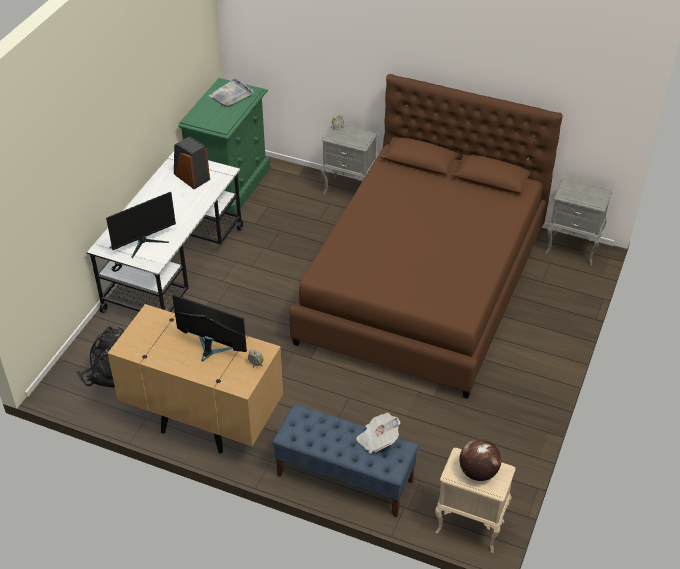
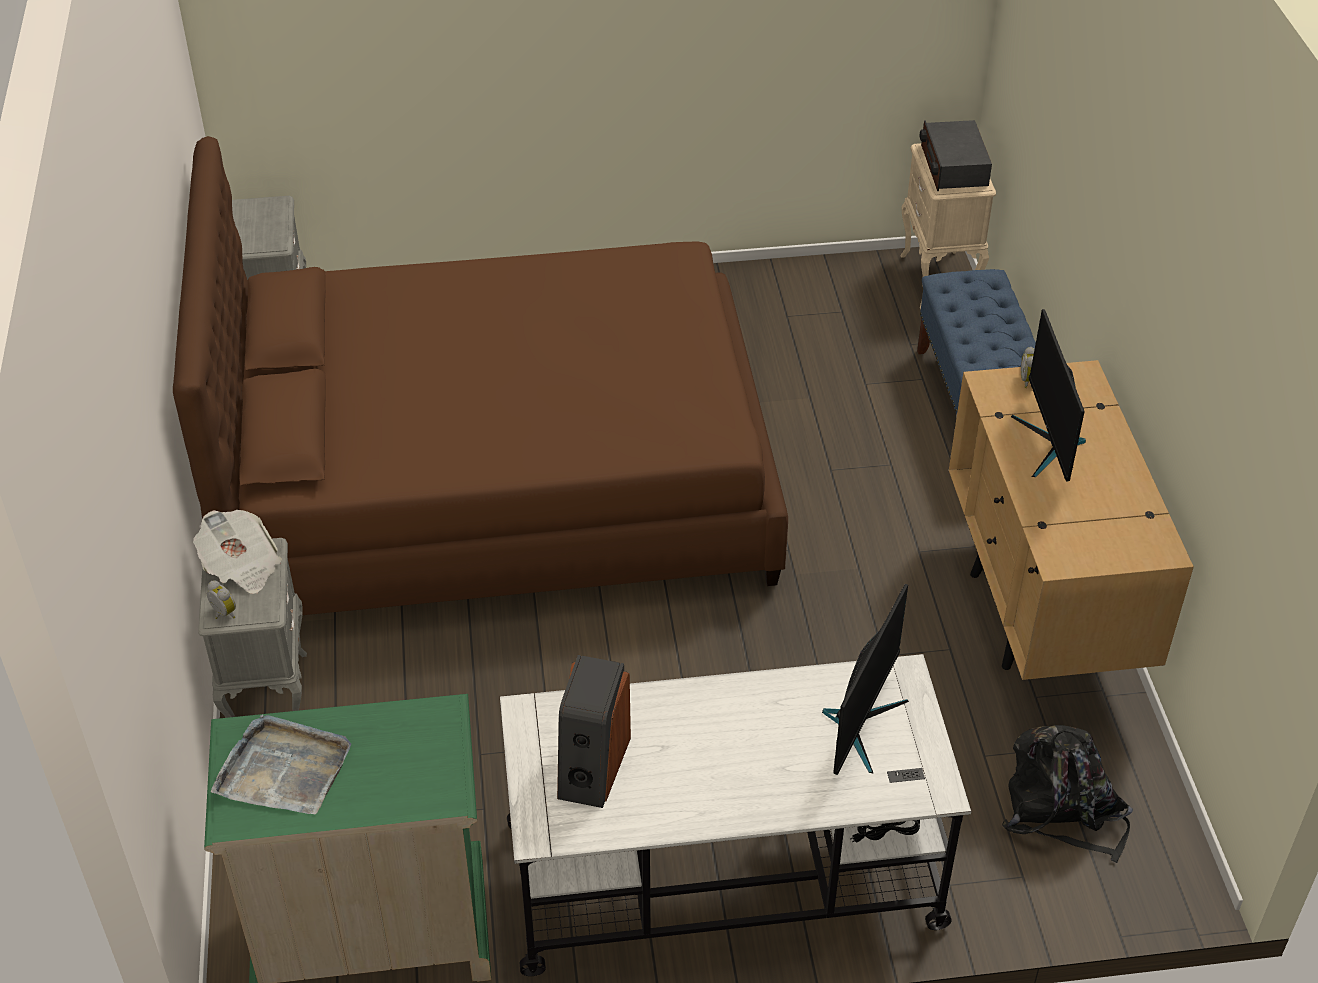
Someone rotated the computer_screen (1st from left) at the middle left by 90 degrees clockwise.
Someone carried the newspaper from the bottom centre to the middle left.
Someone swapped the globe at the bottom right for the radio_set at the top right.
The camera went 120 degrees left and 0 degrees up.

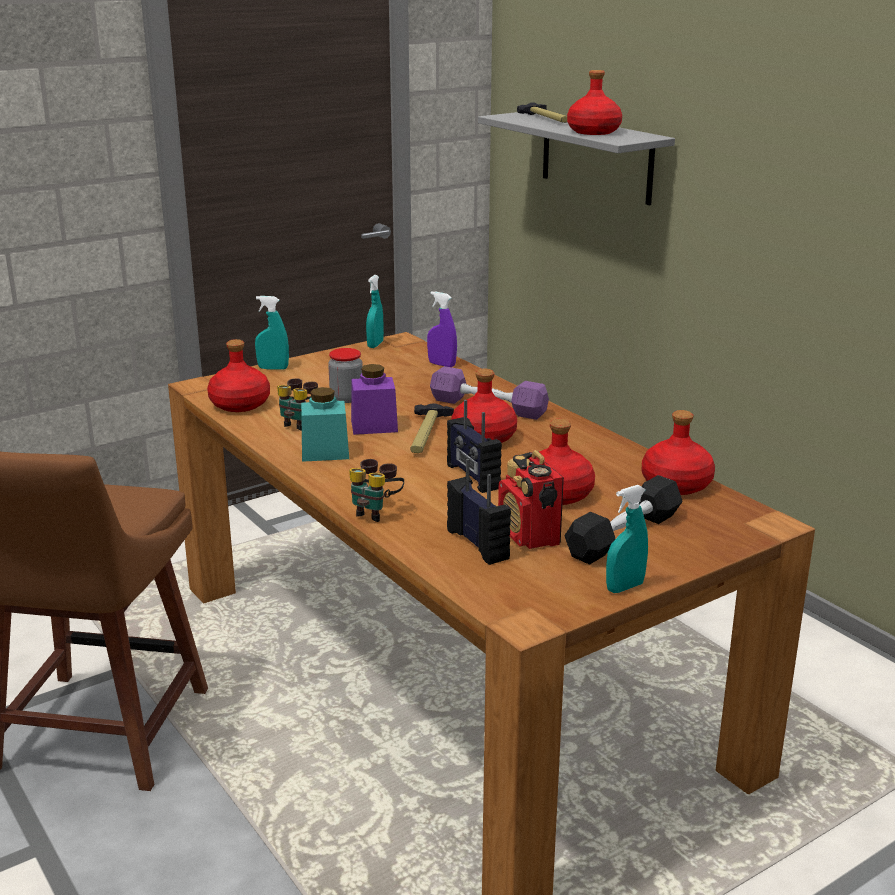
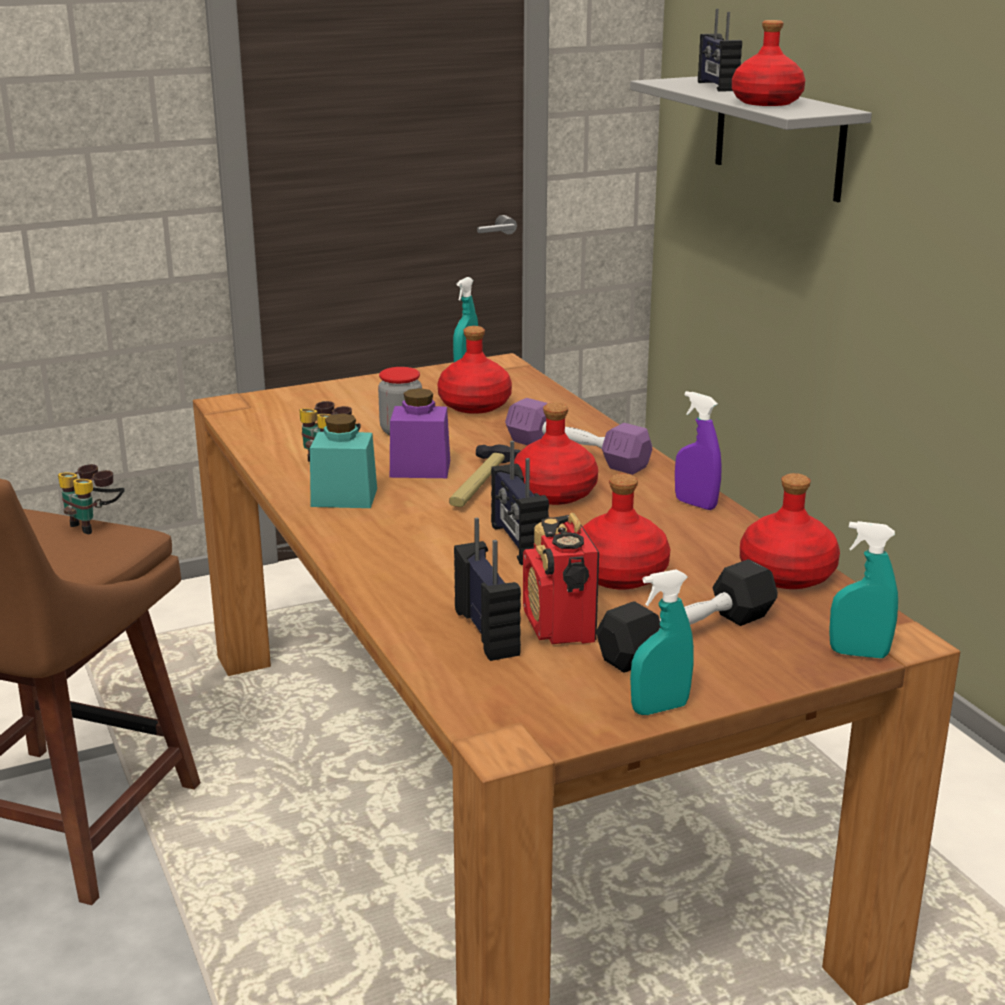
Someone swapped the hand_hammer (2nd from left) at the top centre for the radio_set (4th from left) at the top right.
Someone carried the purple-coloured_sprayer from the centre to the middle right.
Someone carried the blue-green_sprayer (1st from left in the first image) from the middle left to the middle right.
Someone carried the red-coloured_drink_bottle (1st from left) from the middle left to the centre.
Someone carried the pair_of_binoculars (2nd from left in the first image) from the centre to the middle left.
The camera went 10 degrees right and 0 degrees up.

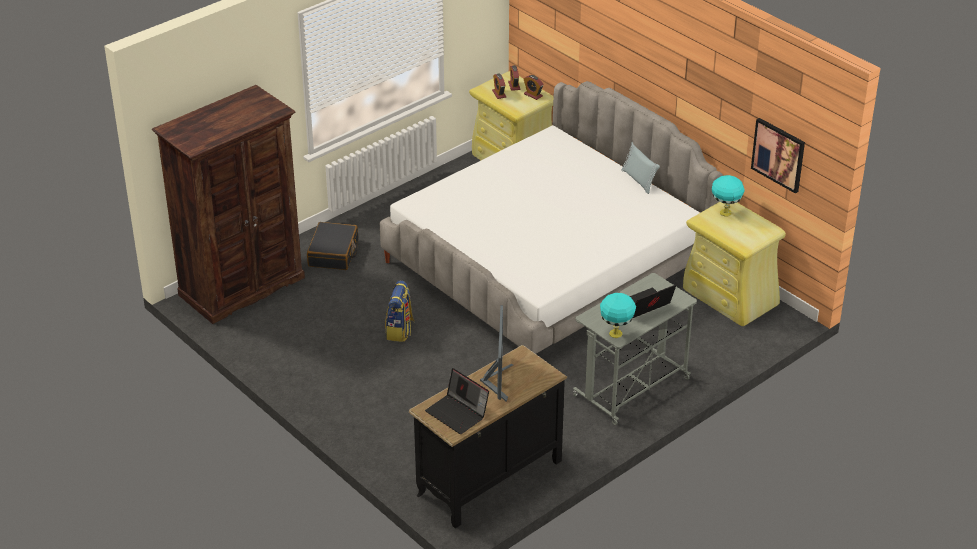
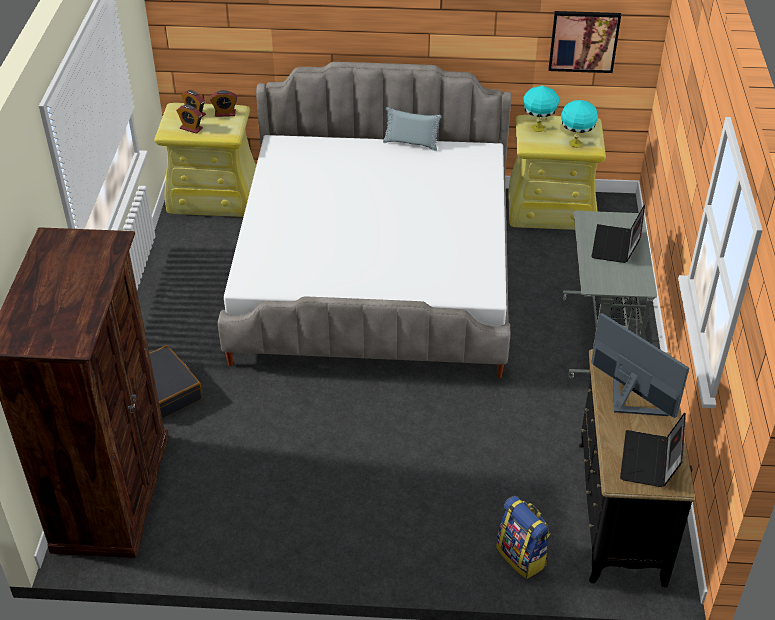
Someone carried the backpack from the centre to the bottom right.
Someone carried the blue-green_lamp_for_a_table (1st from left in the first image) from the centre to the top right.
Someone rotated the laptop (1st from left in the first image) at the bottom centre by 105 degrees clockwise.
The camera went 45 degrees left and 5 degrees up.

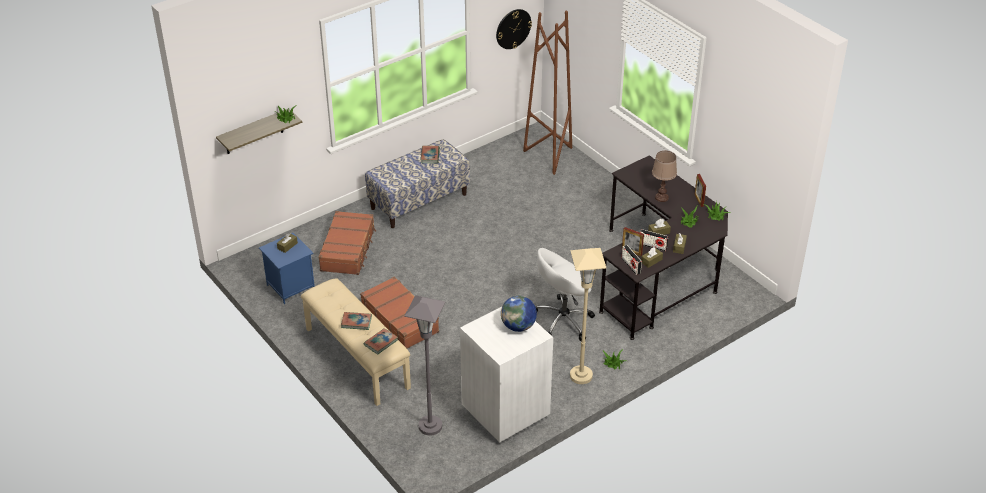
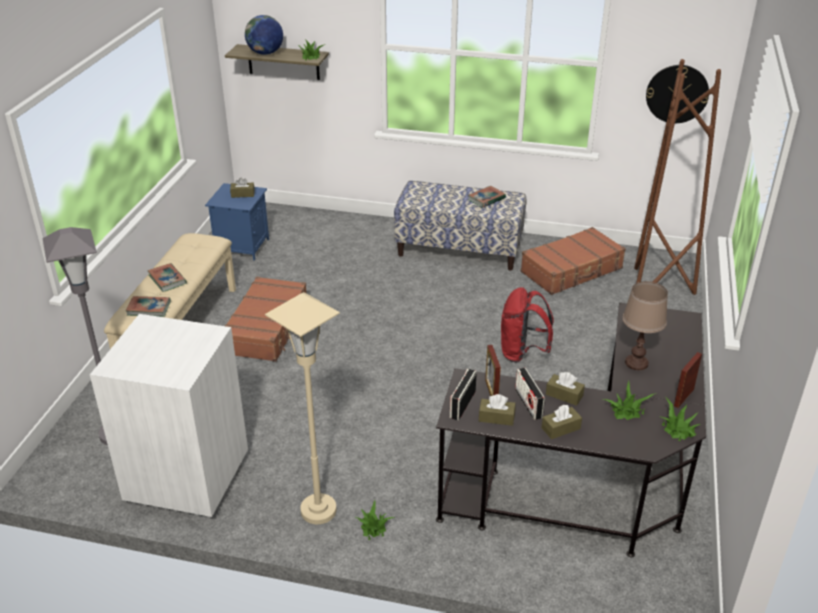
Someone carried the brown-coloured_travel_case (1st from left in the first image) from the centre to the middle right.
Someone took away the white_office_chair at the centre.
Someone carried the globe from the centre to the top left.
Someone put down the red-coloured_backpack at the centre.
The camera went 50 degrees right and 5 degrees down.

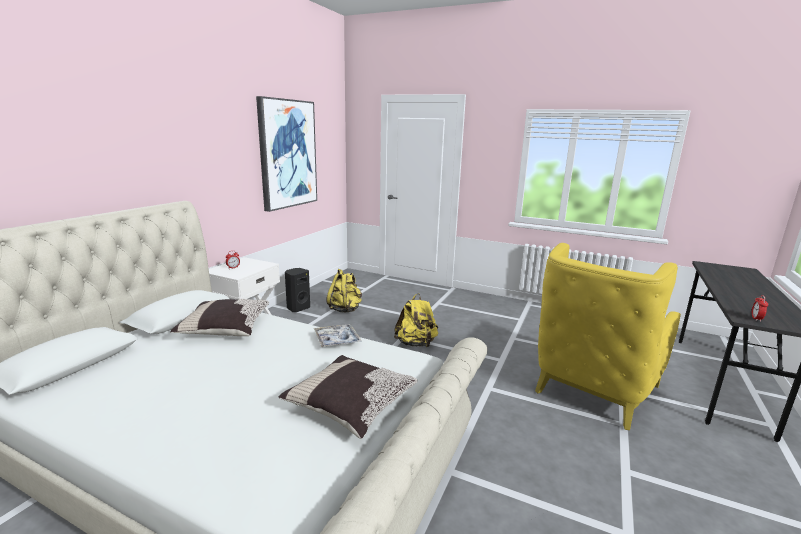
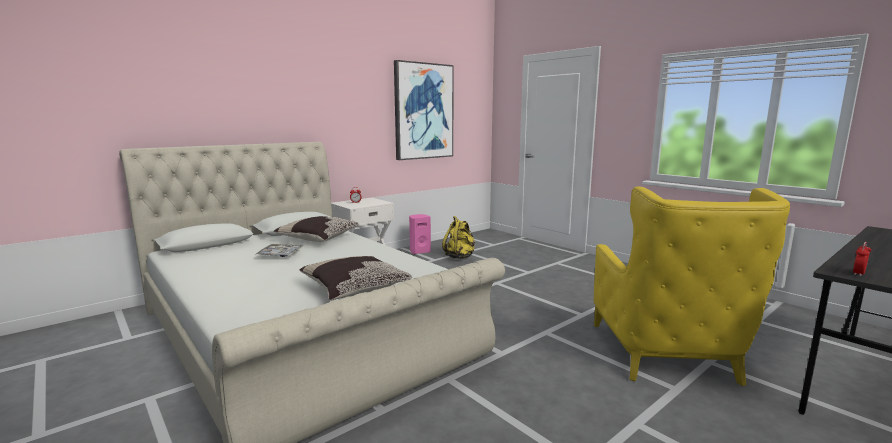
Someone rotated the yellow-coloured_easy_chair at the middle right by 60 degrees counterclockwise.
Someone repainted the blackish_loudspeaker at the centre, which became the pinkish_loudspeaker at the centre.
Someone took away the yellow-coloured_backpack (2nd from left) at the centre.
Someone carried the serving_tray from the centre to the middle left.
The camera went 25 degrees right and 5 degrees down.

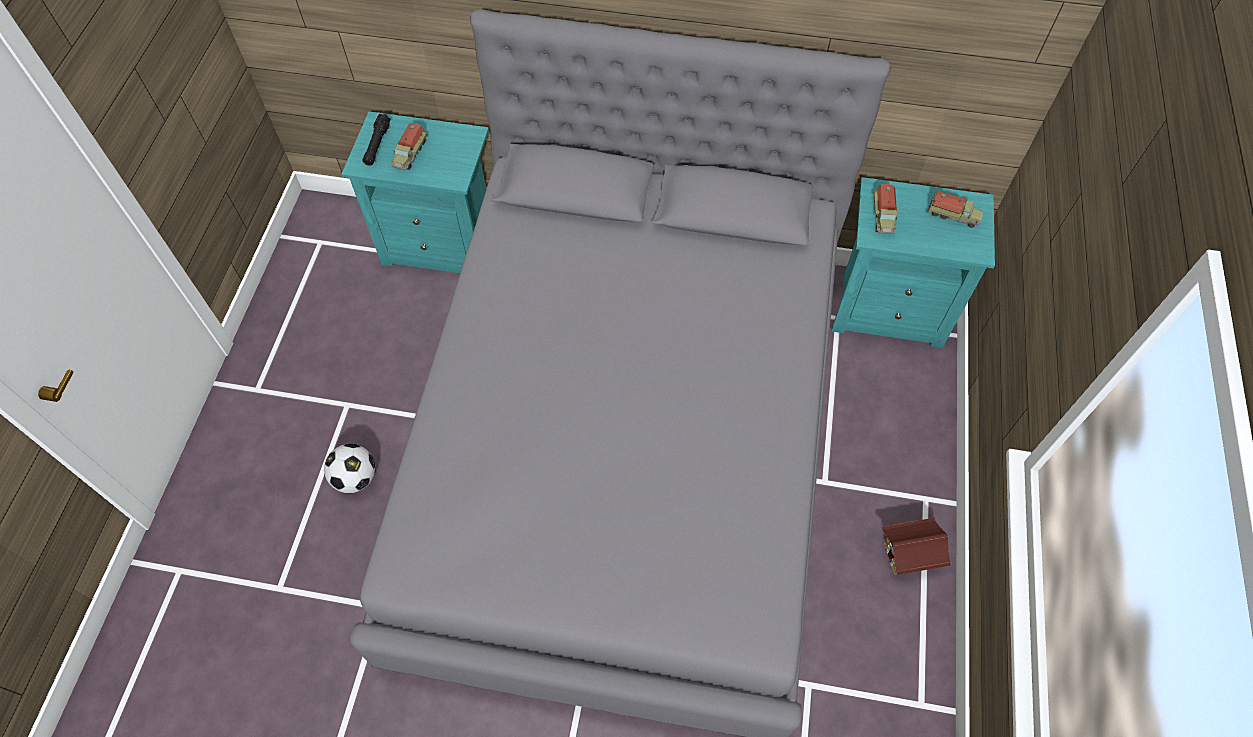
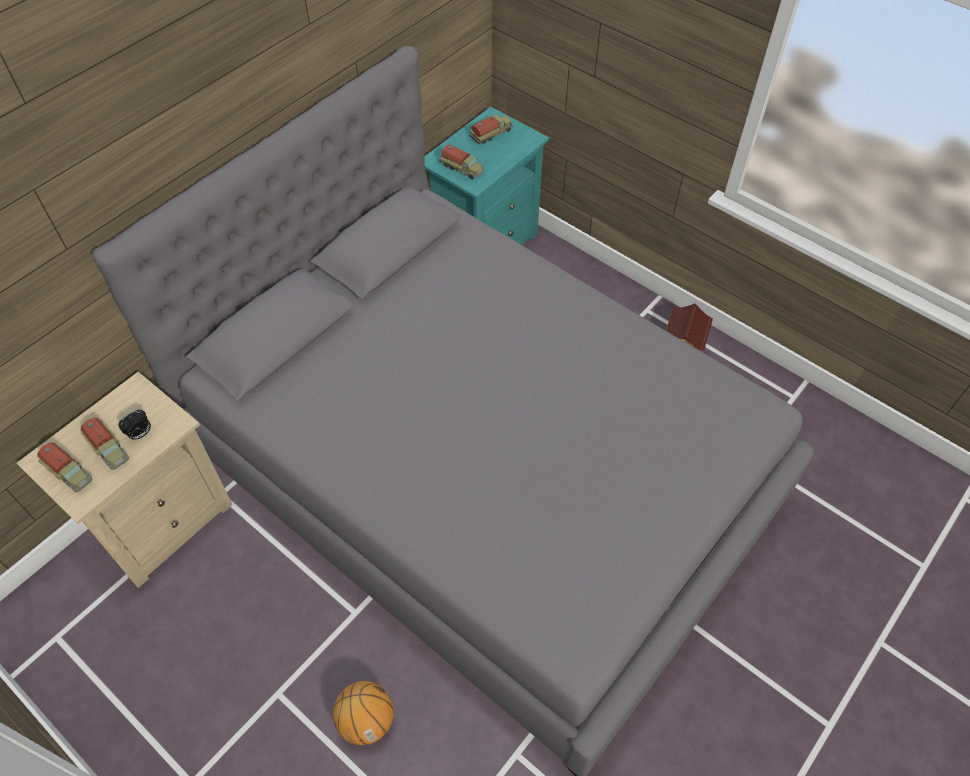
Someone repainted the blue-green_bedside_table (1st from left) at the top left, which became the beige-coloured_bedside_table at the middle left.
Someone swapped the blackish_torch at the top left for the model_truck (1st from left) at the middle left.
Someone swapped the football_ball at the middle left for the basketball_ball at the bottom centre.
Someone put down the table_clock at the middle left.
The camera went 60 degrees left and 5 degrees down.

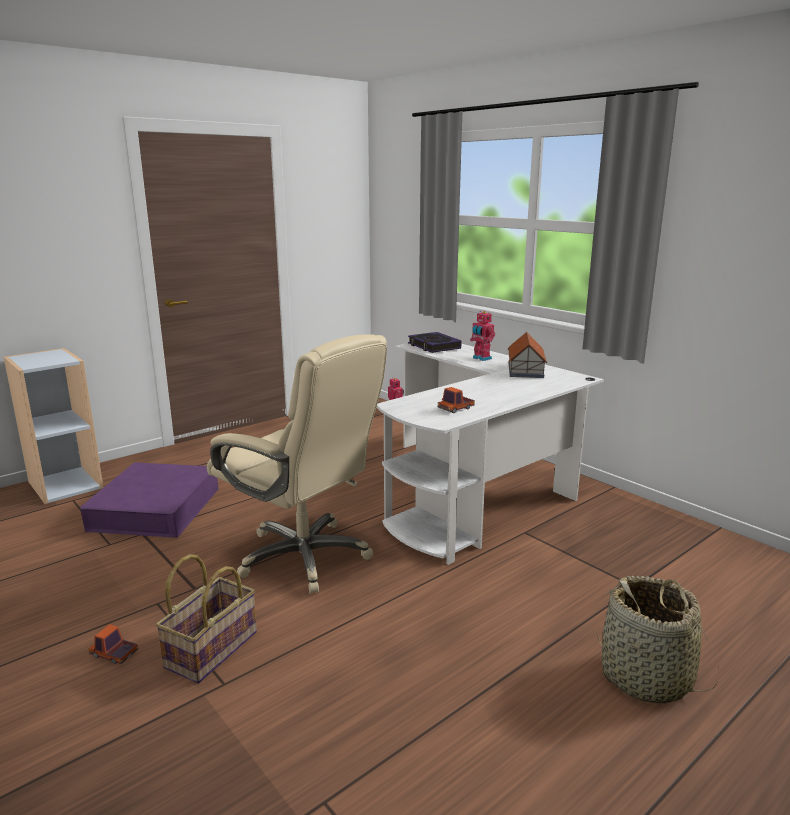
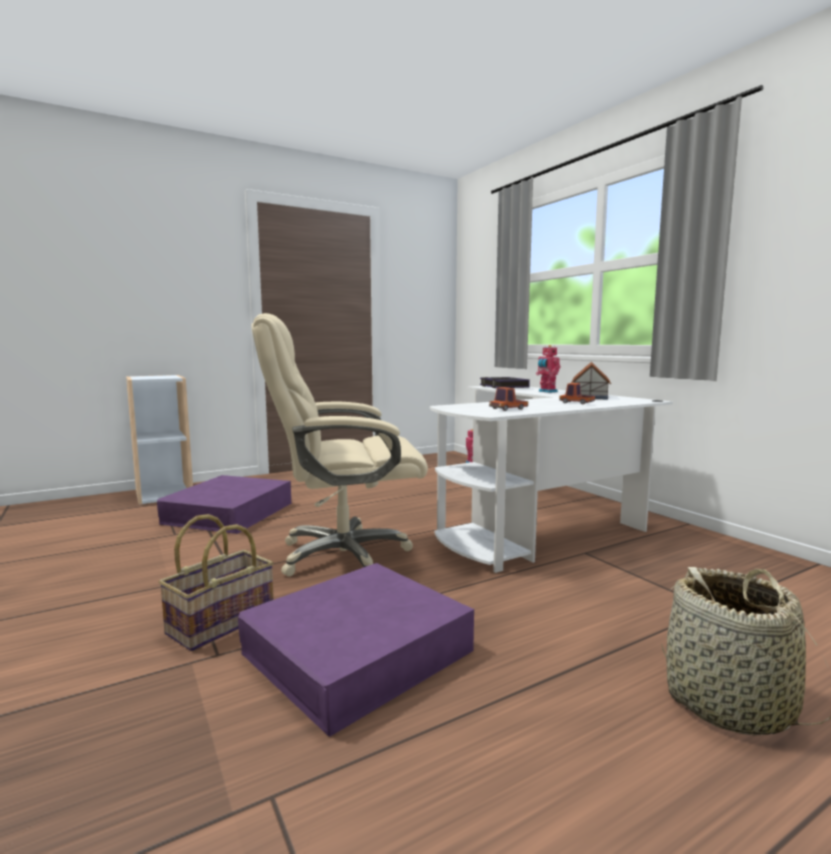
Someone rotated the beige-coloured_office_chair at the centre by 120 degrees clockwise.
Someone carried the model_truck (1st from left in the first image) from the bottom left to the middle right.
Someone put down the purple-coloured_storage_container (2nd from left) at the bottom centre.
The camera went 10 degrees right and 10 degrees down.

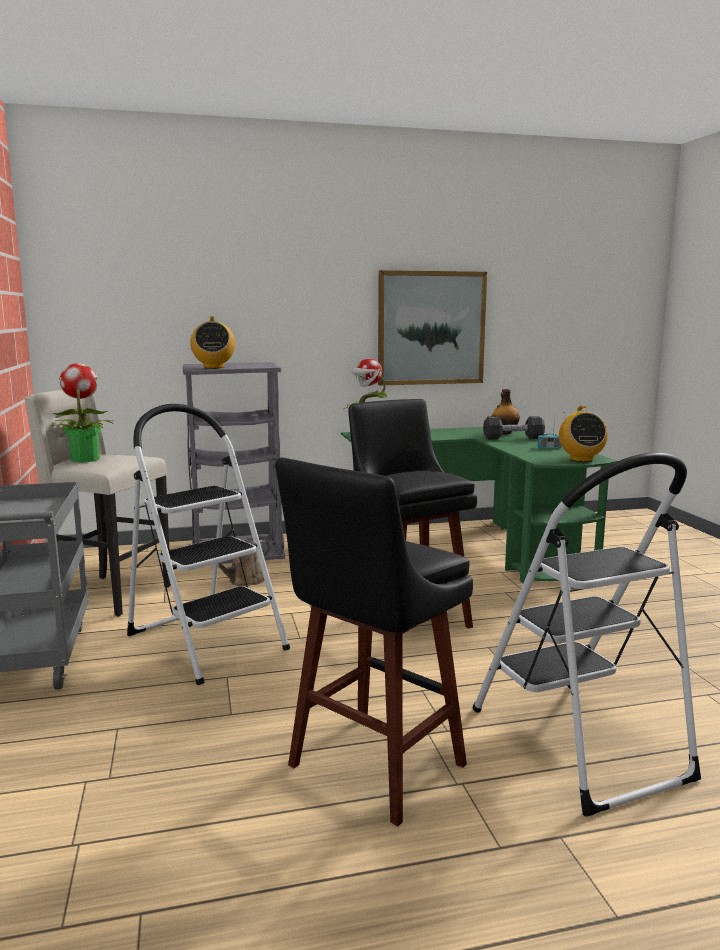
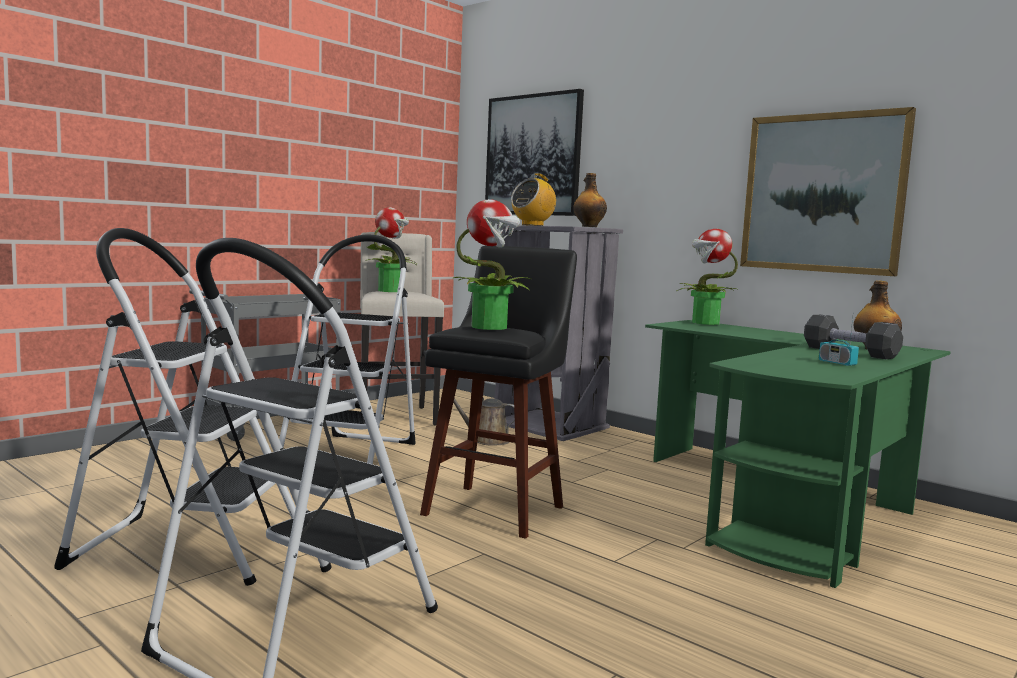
Someone took away the radio_set (3rd from left) at the middle right.
Someone swapped the blackish_stool (1st from left) at the bottom centre for the step_ladder (1st from left) at the middle left.
Someone put up the picture (1st from left) at the top centre.
Someone put down the drink_bottle (1st from left) at the top centre.
Someone put down the houseplant (2nd from left) at the centre.
The camera went 55 degrees right and 5 degrees down.

